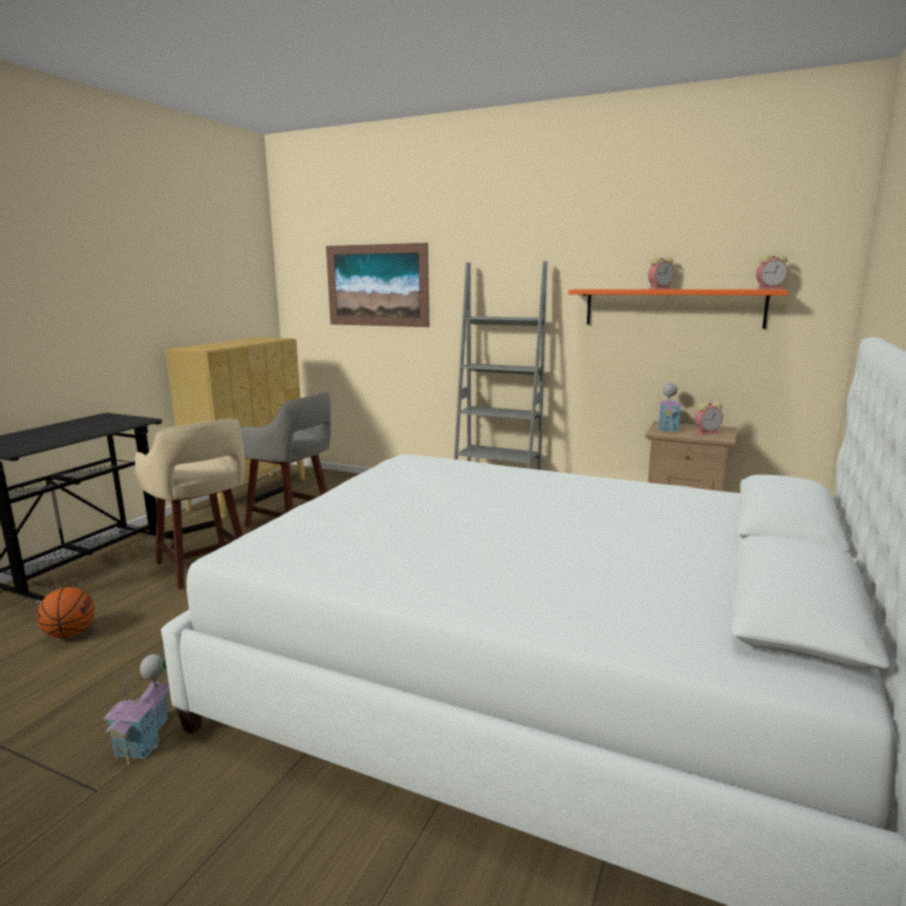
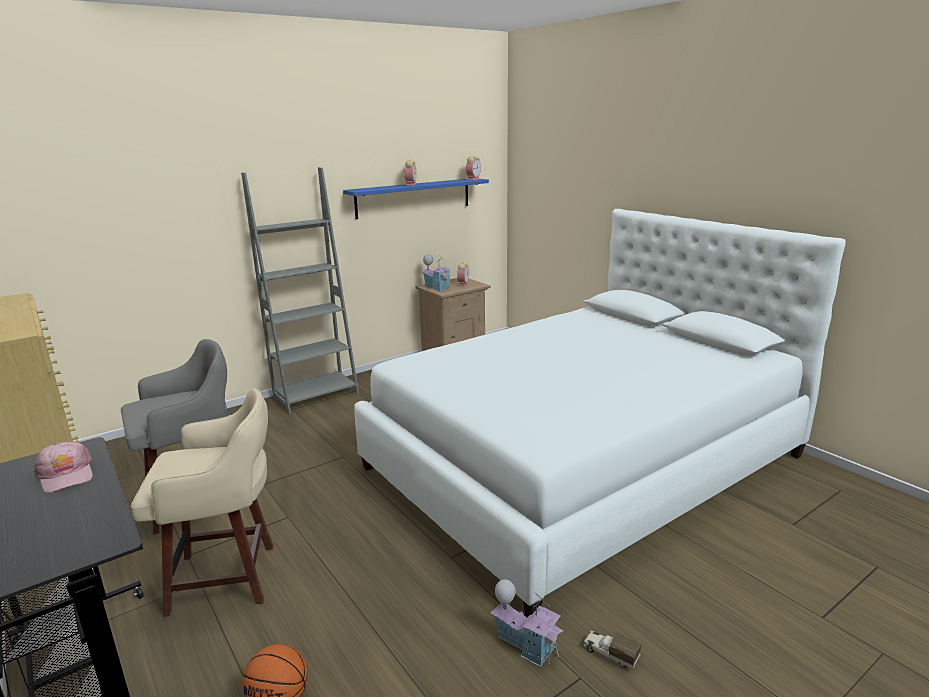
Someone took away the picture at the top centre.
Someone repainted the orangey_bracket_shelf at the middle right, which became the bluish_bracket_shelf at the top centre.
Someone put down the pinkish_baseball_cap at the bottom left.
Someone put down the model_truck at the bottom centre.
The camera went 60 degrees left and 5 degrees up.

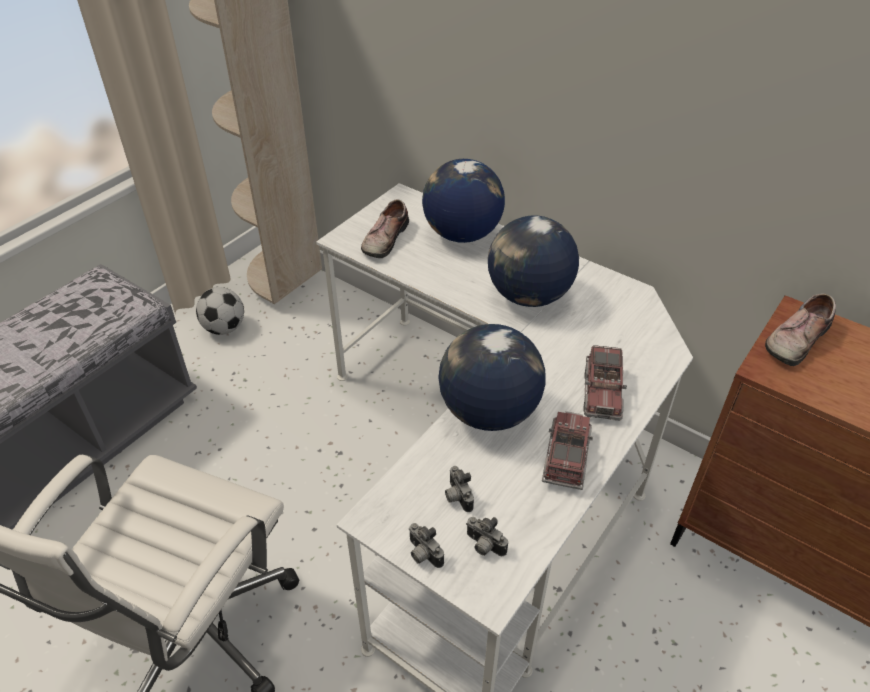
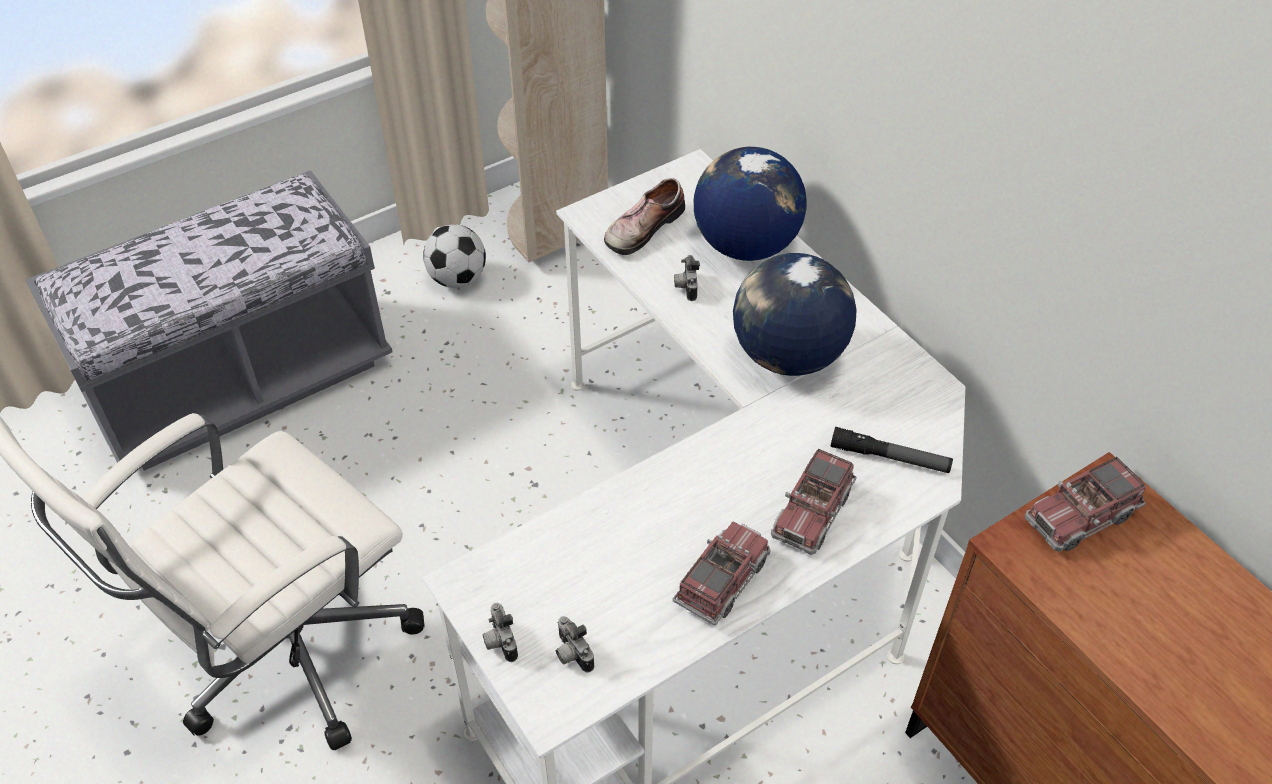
Someone swapped the item_of_footwear (2nd from left) at the middle right for the model_truck (3rd from left) at the middle right.
Someone took away the globe (2nd from left) at the centre.
Someone carried the photo_camera (2nd from left in the first image) from the bottom centre to the centre.
Someone put down the torch at the middle right.
The camera went 20 degrees right and 5 degrees up.

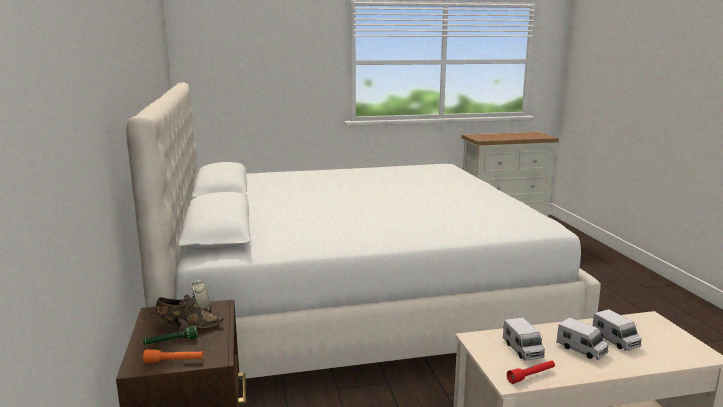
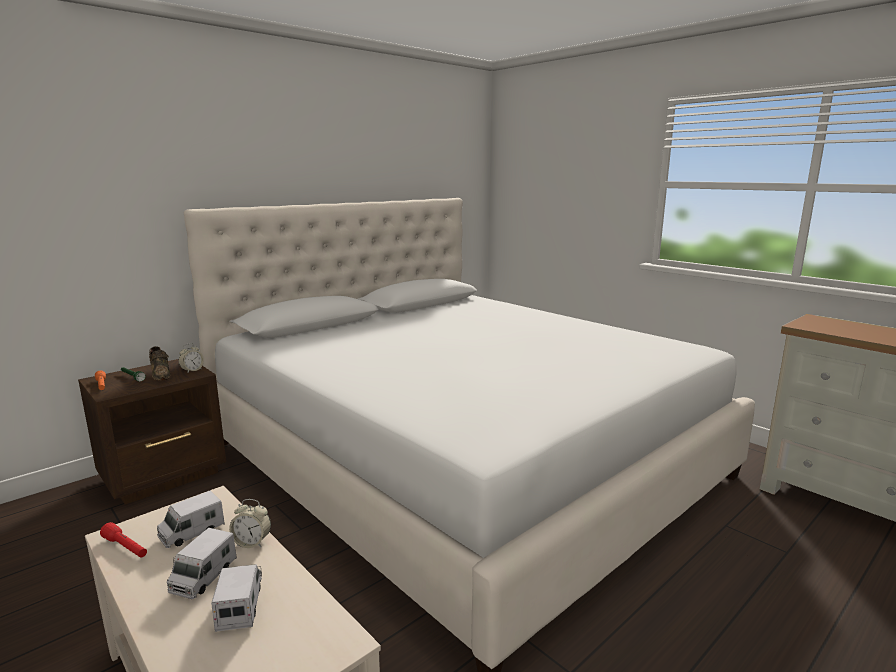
Someone rotated the model_truck (3rd from left) at the bottom right by 135 degrees clockwise.
Someone put down the table_clock (2nd from left) at the bottom left.
The camera went 60 degrees right and 0 degrees up.

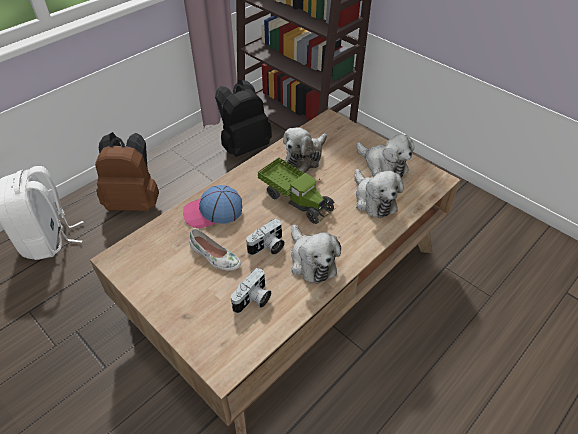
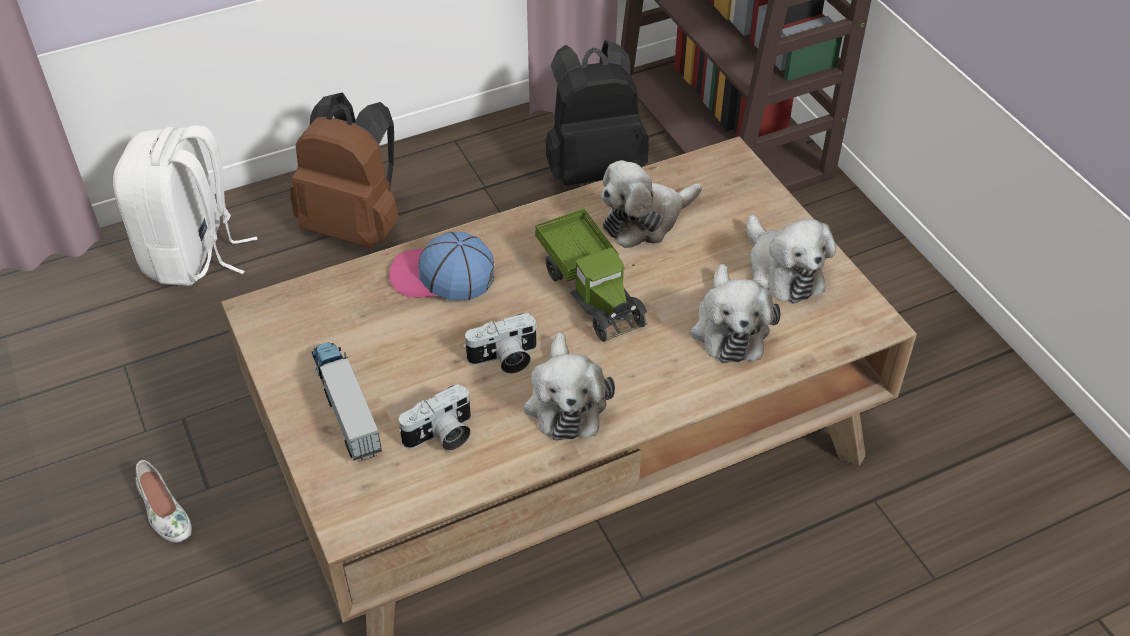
Someone carried the white_item_of_footwear from the centre to the bottom left.
Someone put down the model_truck (1st from left) at the middle left.
The camera went 20 degrees right and 0 degrees up.

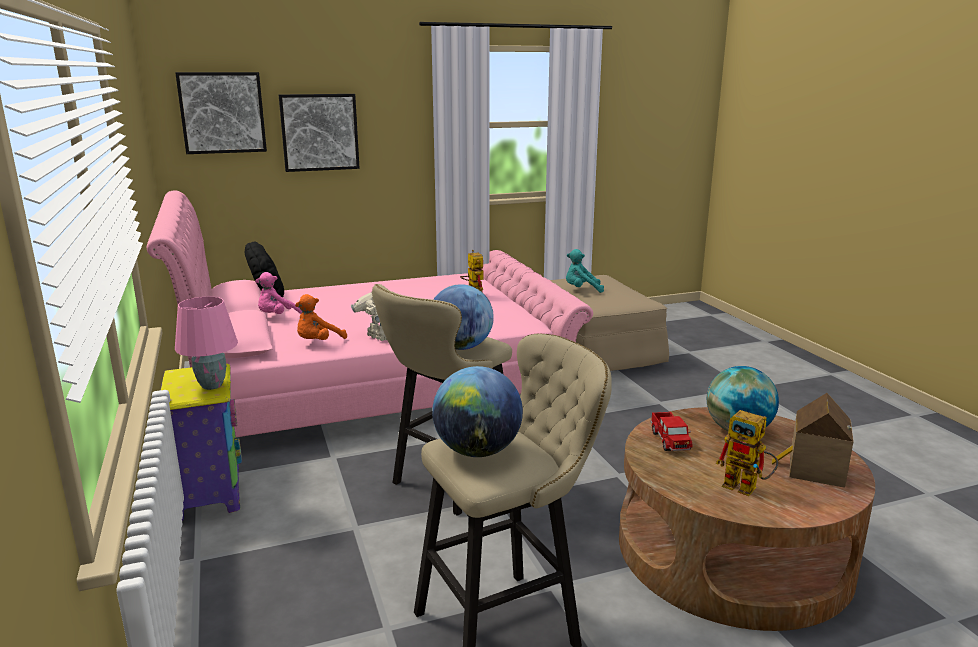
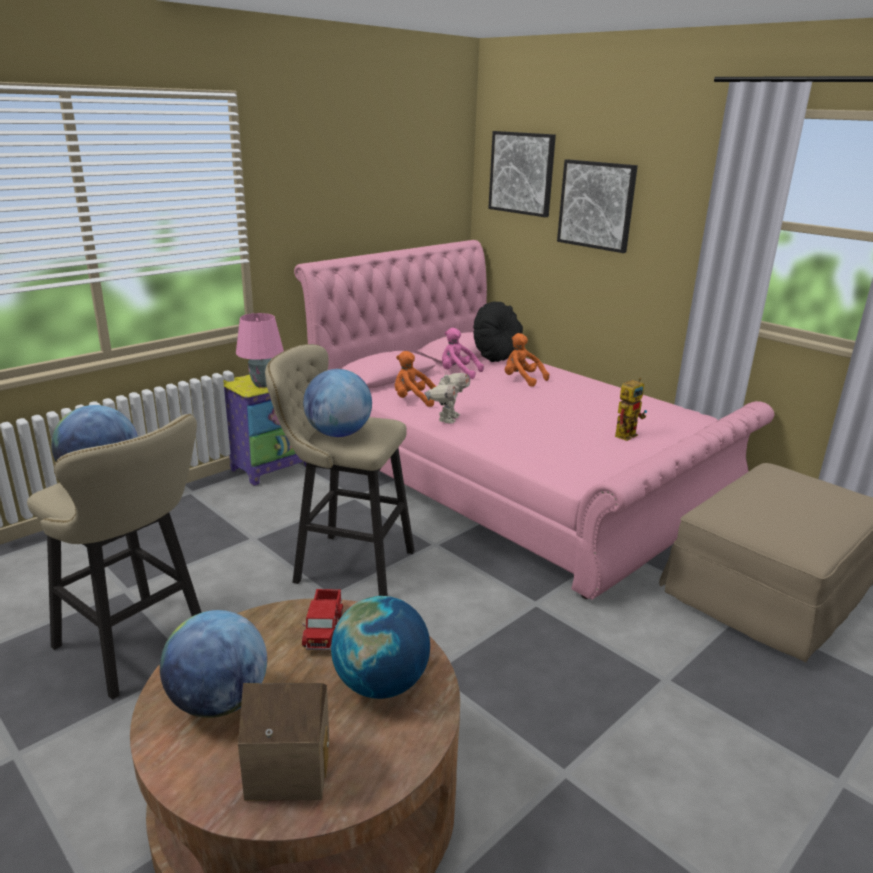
Someone took away the blue-green_cuddly_toy at the centre.
Someone swapped the robot_figure (3rd from left) at the bottom right for the globe (2nd from left) at the bottom left.
Someone rotated the model_truck at the middle right by 60 degrees counterclockwise.
Someone put down the orangey_cuddly_toy (2nd from left) at the centre.
The camera went 65 degrees right and 5 degrees up.

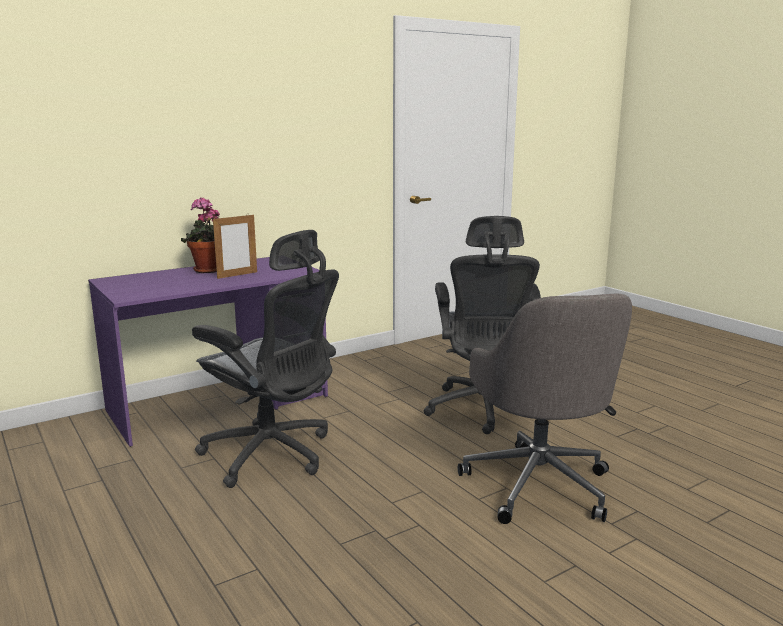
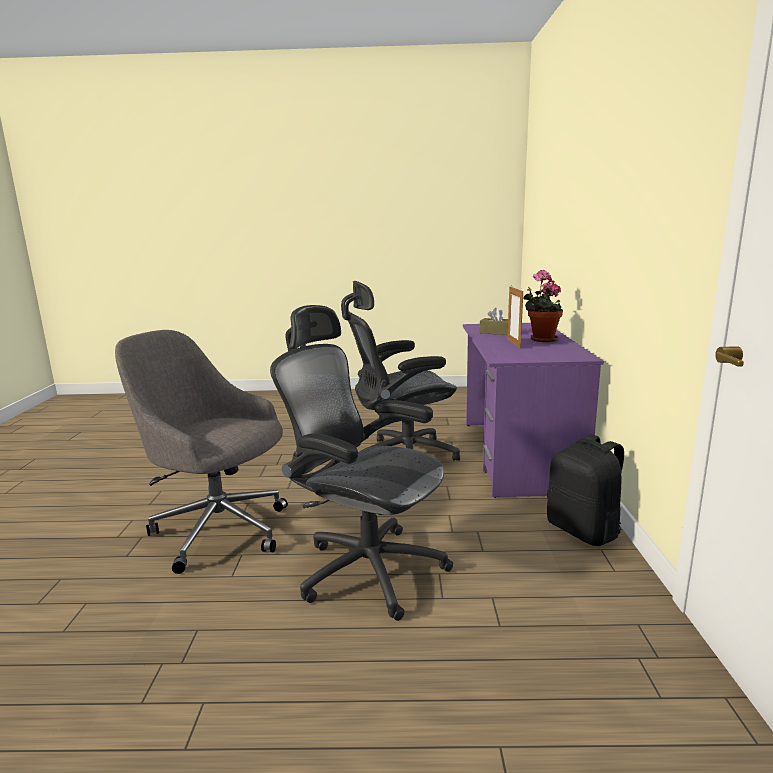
Someone put down the brown-coloured_tissue_holder at the centre.
Someone put down the blackish_backpack at the middle right.
The camera went 125 degrees right and 0 degrees up.

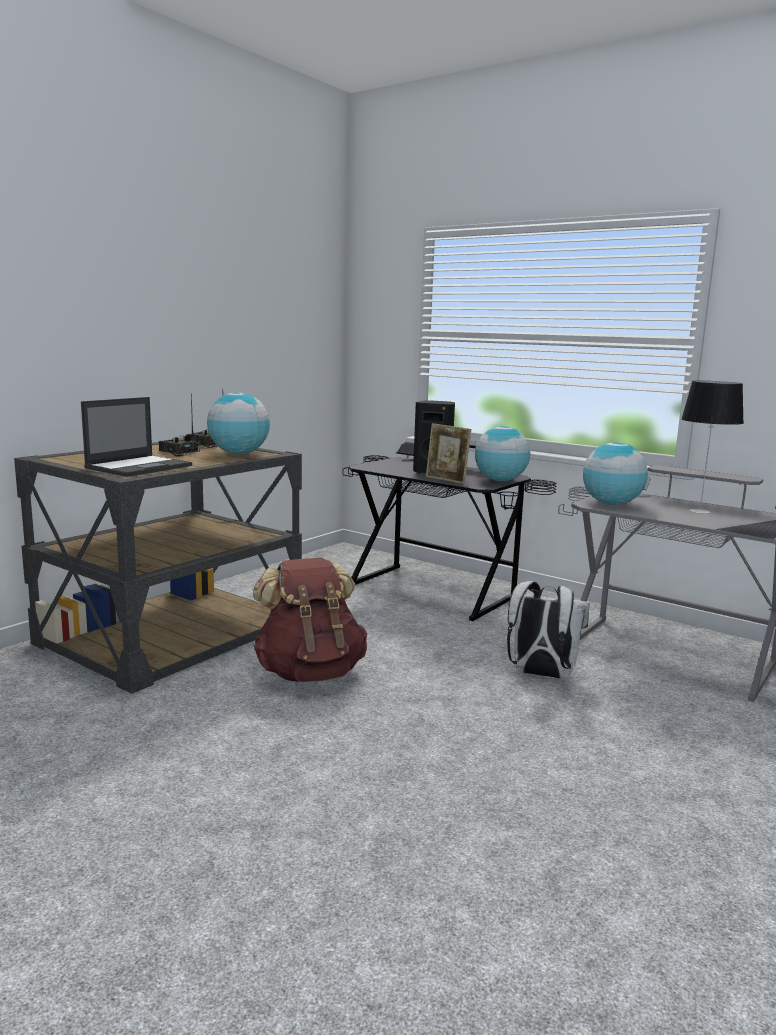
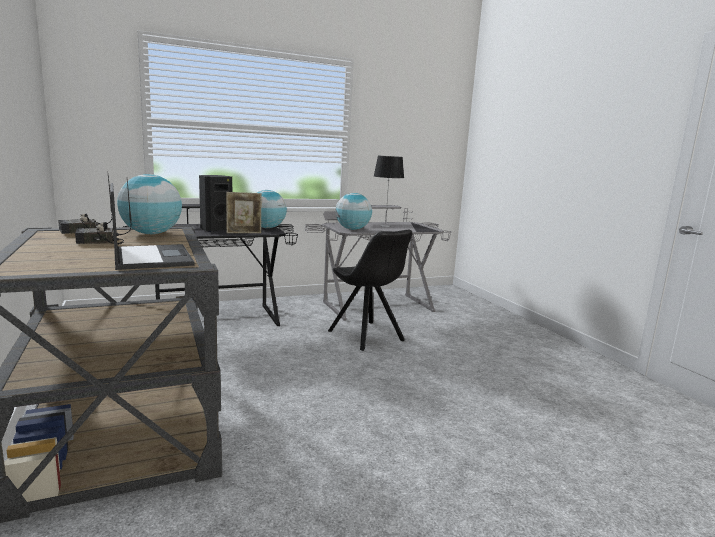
Someone took away the brown-coloured_backpack at the centre.
Someone swapped the white_backpack at the middle right for the blackish_upright_chair at the centre.
The camera went 60 degrees left and 0 degrees up.

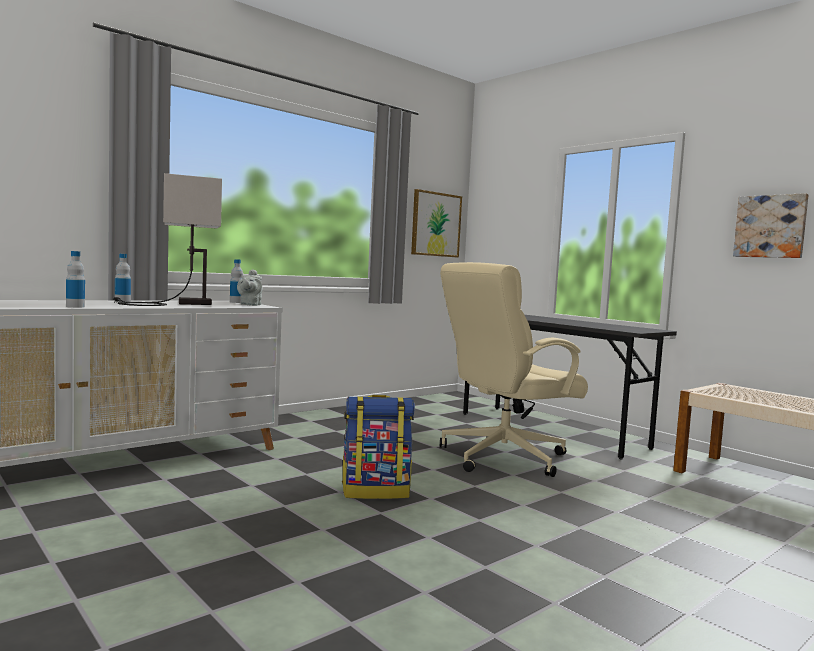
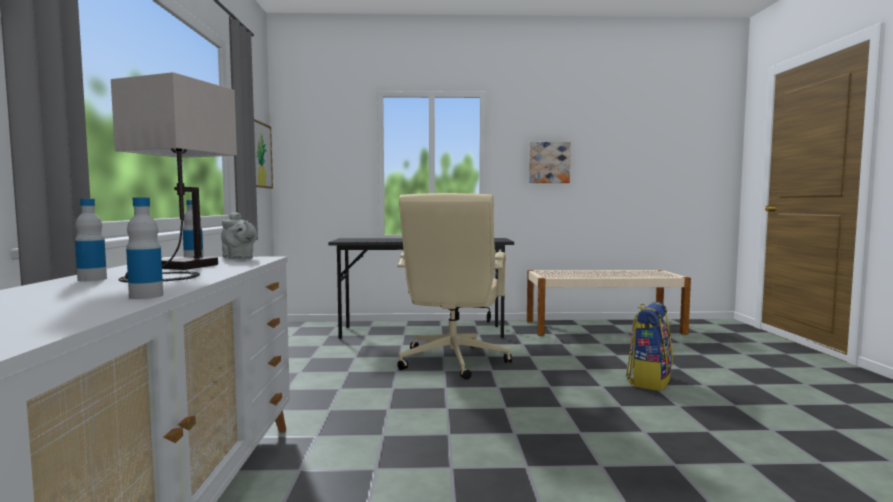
Someone carried the backpack from the bottom centre to the bottom right.
The camera went 50 degrees left and 0 degrees up.

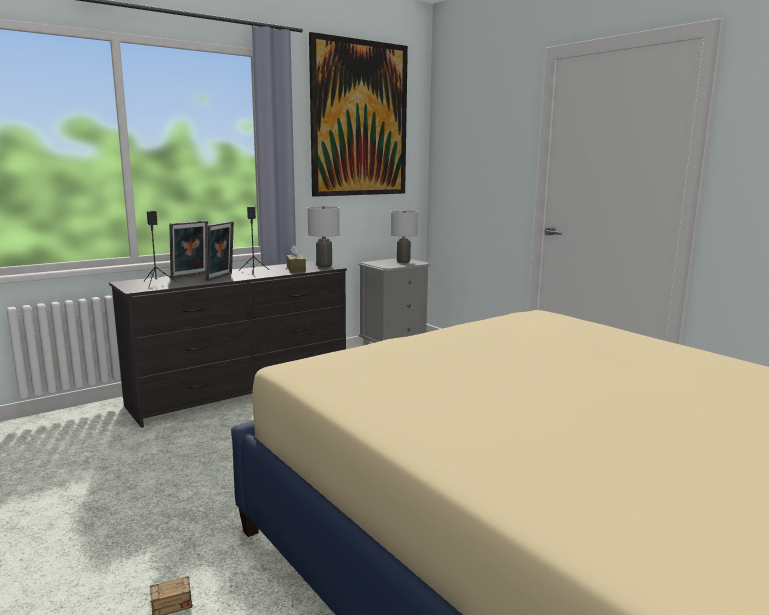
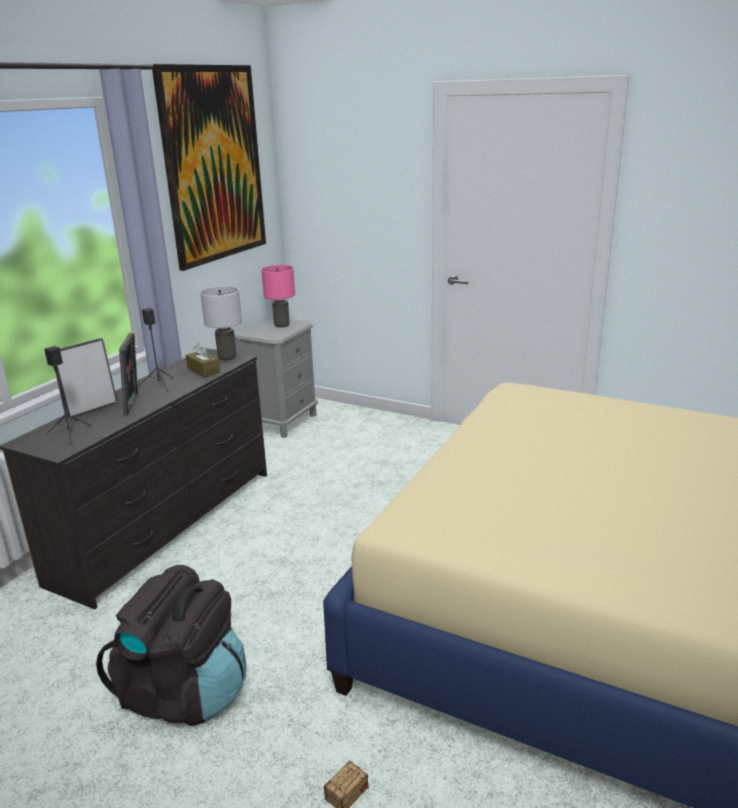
Someone repainted the white_lamp_for_a_table (2nd from left) at the centre, which became the pinkish_lamp_for_a_table at the centre.
Someone rotated the photo_frame (1st from left) at the middle left by 150 degrees counterclockwise.
Someone put down the blackish_backpack at the bottom left.
The camera went 25 degrees left and 10 degrees up.

